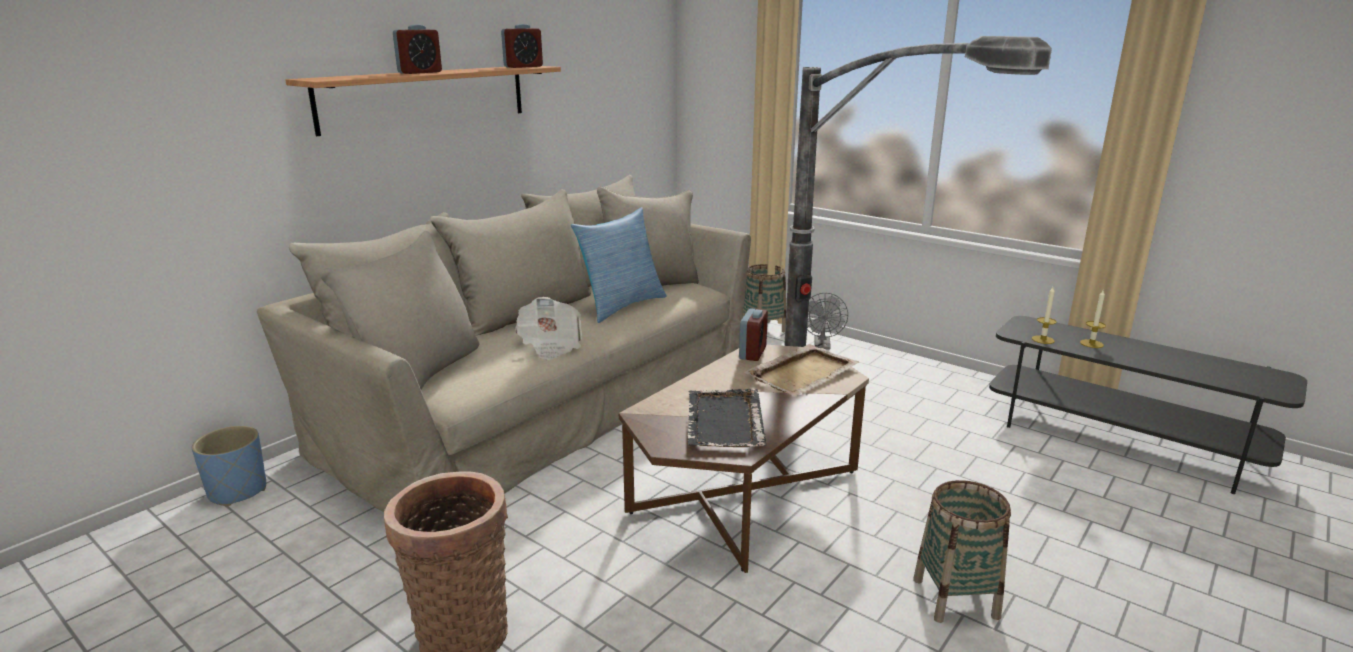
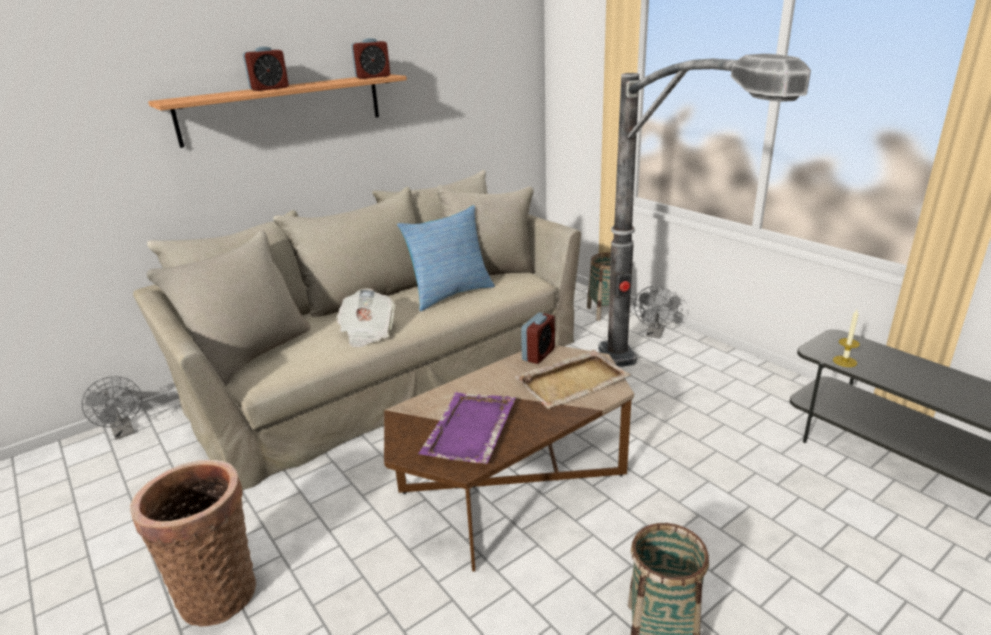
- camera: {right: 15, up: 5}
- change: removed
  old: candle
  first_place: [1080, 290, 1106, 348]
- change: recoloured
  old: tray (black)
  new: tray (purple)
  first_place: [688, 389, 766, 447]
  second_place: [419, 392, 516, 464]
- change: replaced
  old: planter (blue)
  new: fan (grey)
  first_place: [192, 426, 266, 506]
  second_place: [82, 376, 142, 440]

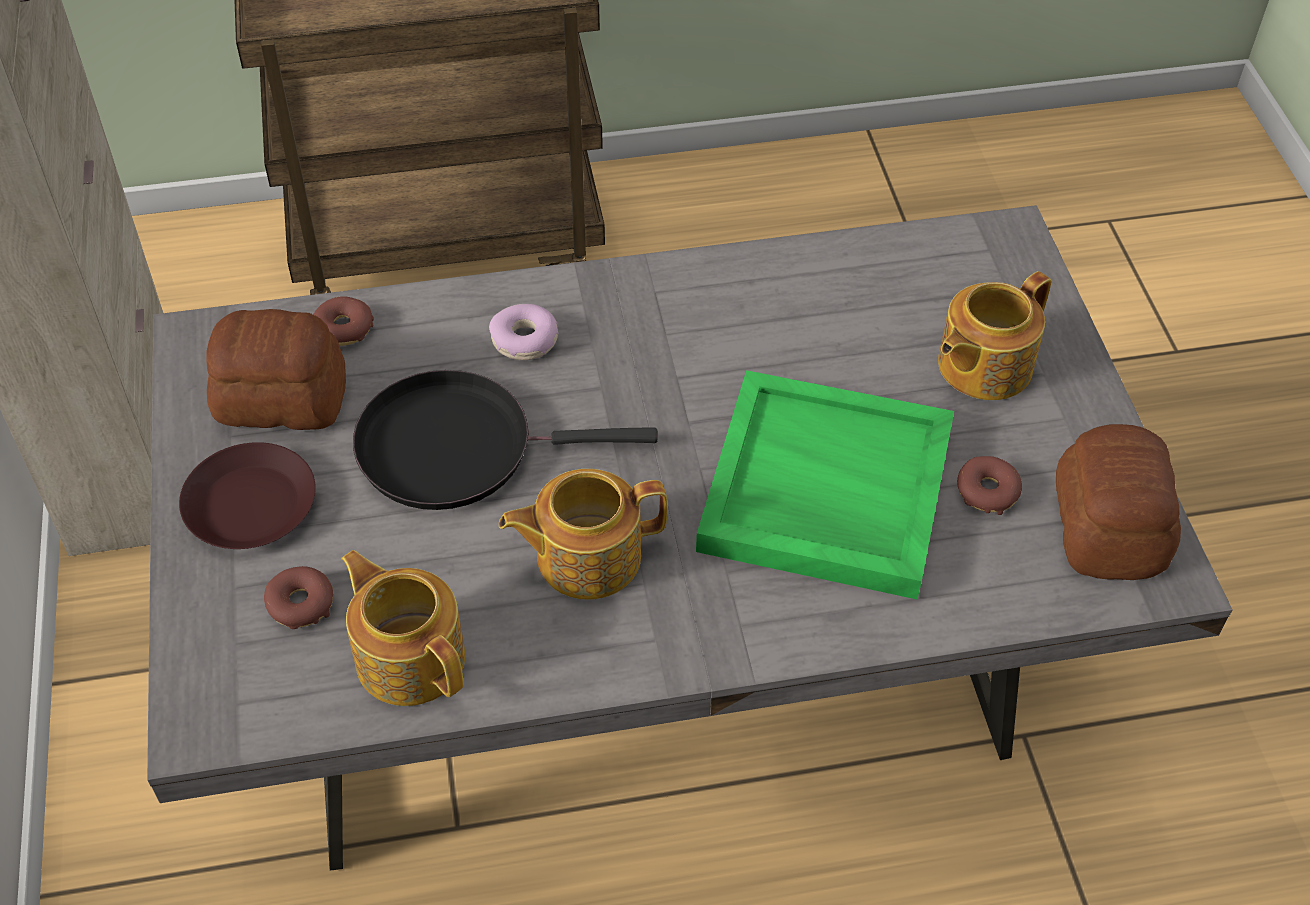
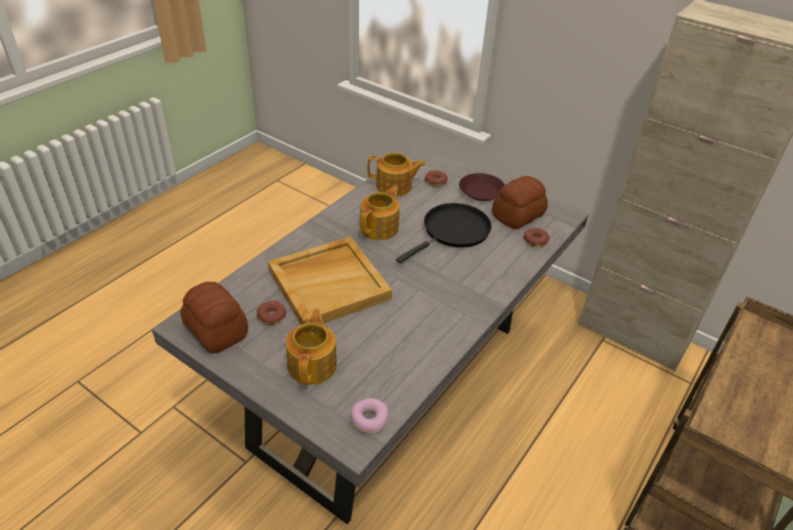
- camera: {right: 135, up: -10}
- change: moved
  old: donut
  first_place: [489, 304, 559, 360]
  second_place: [350, 398, 389, 434]
- change: recoloured
  old: tray (green)
  new: tray (beige)
  first_place: [696, 370, 954, 600]
  second_place: [268, 237, 392, 325]

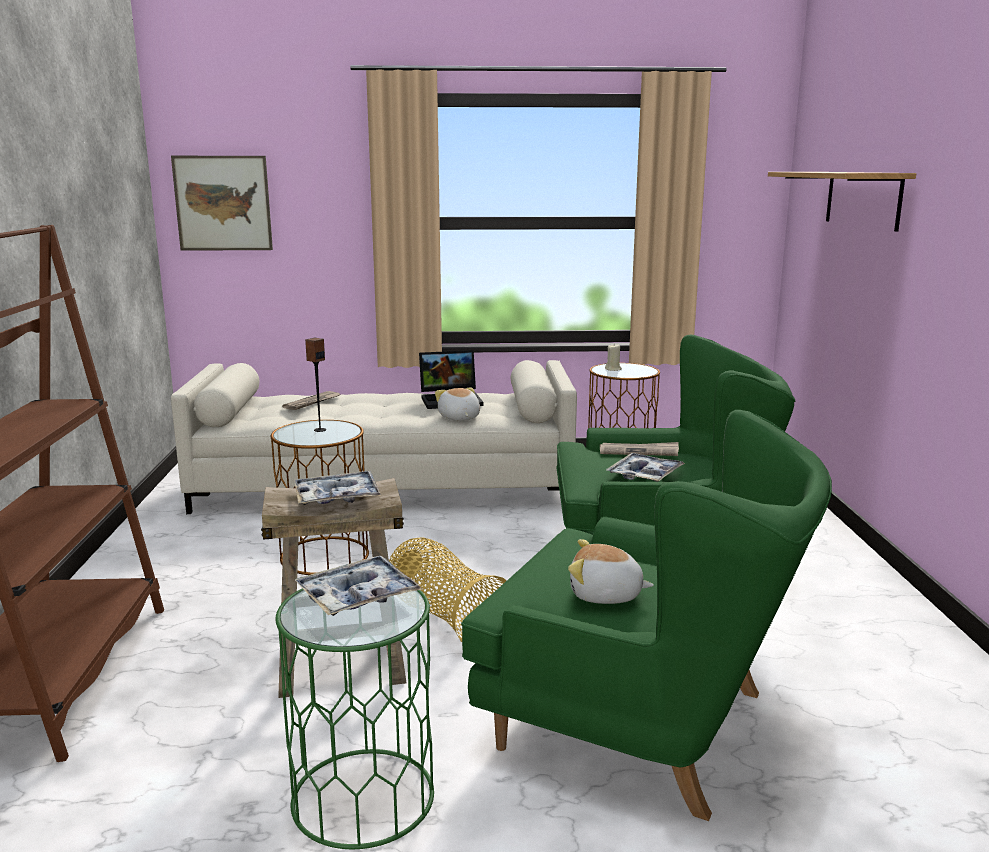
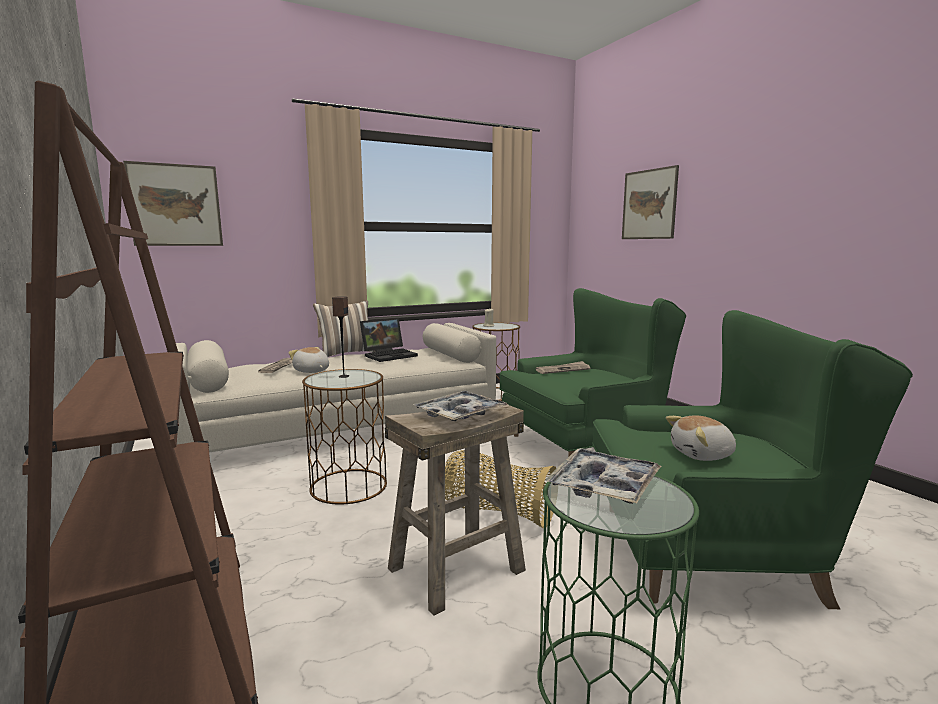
- camera: {right: -25, up: -5}
- change: replaced
  old: shelf
  new: picture
  first_place: [768, 172, 916, 232]
  second_place: [622, 165, 679, 239]
- change: moved
  old: plush toy
  first_place: [435, 388, 480, 421]
  second_place: [288, 347, 329, 373]
- change: removed
  old: tray
  first_place: [606, 453, 685, 482]
- change: added
  new: pillow
  second_place: [313, 300, 376, 357]

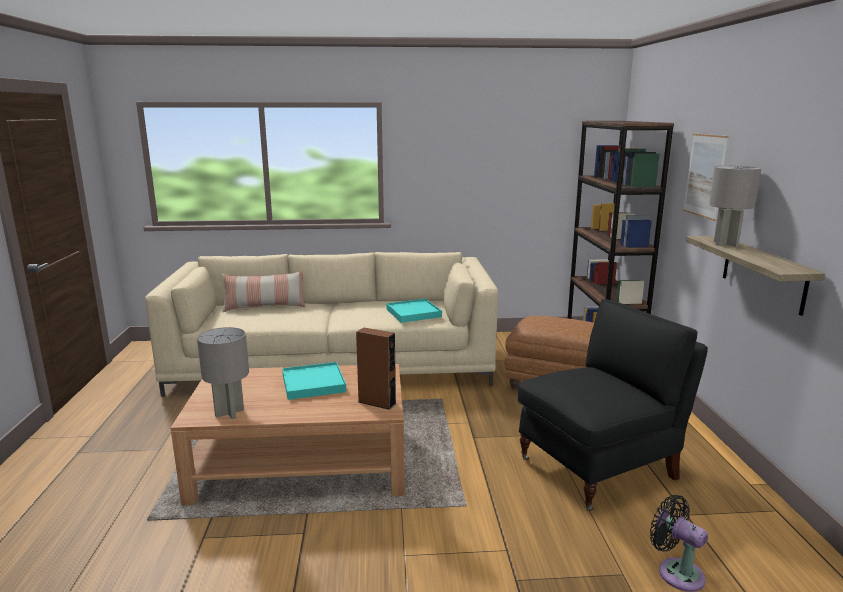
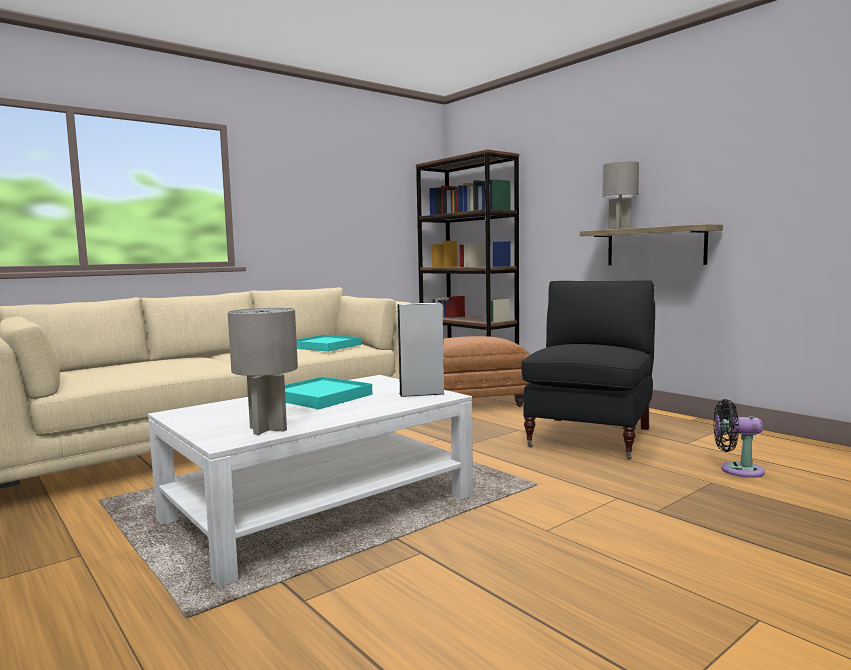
- camera: {right: -35, up: -10}
- change: removed
  old: picture
  first_place: [683, 134, 729, 221]
- change: removed
  old: pillow
  first_place: [221, 270, 305, 312]
- change: recoloured
  old: speaker (brown)
  new: speaker (grey)
  first_place: [356, 327, 397, 410]
  second_place: [397, 303, 444, 397]
- change: recoloured
  old: coffee table (brown)
  new: coffee table (white)
  first_place: [170, 364, 404, 506]
  second_place: [148, 375, 473, 587]

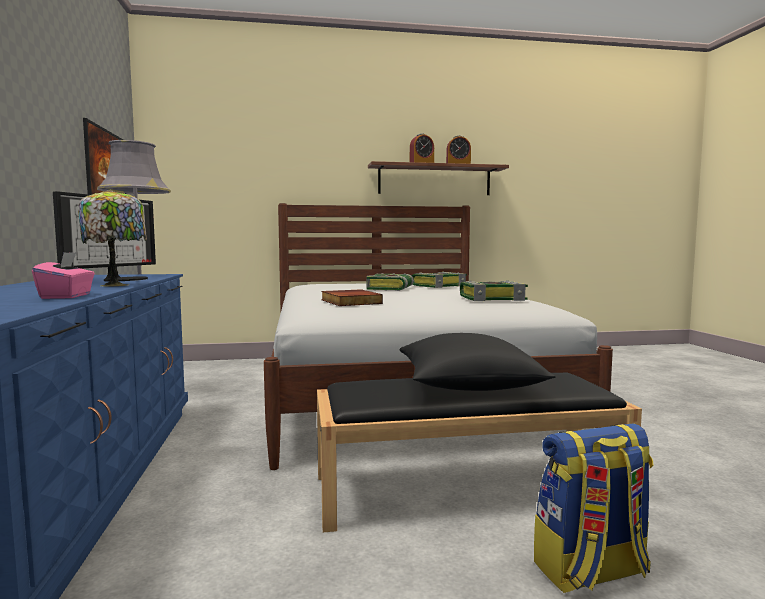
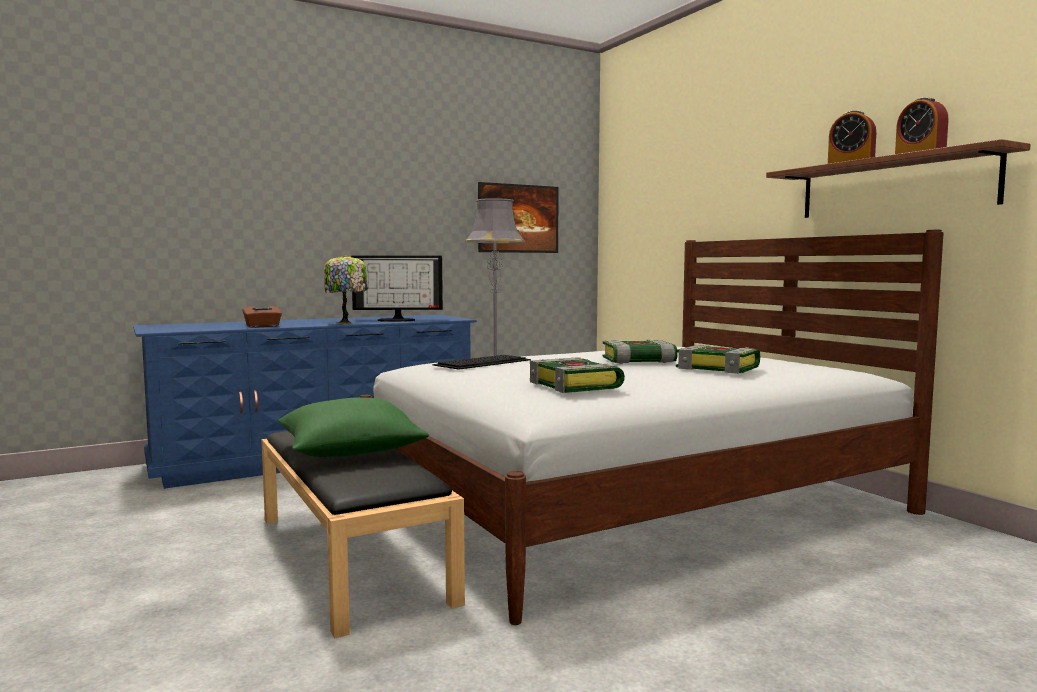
- camera: {right: 70, up: 0}
- change: recoloured
  old: tissue box (pink)
  new: tissue box (brown)
  first_place: [32, 252, 95, 299]
  second_place: [243, 300, 282, 328]
- change: replaced
  old: book
  new: keyboard
  first_place: [321, 289, 383, 306]
  second_place: [433, 355, 531, 370]
- change: recoloured
  old: pillow (black)
  new: pillow (green)
  first_place: [399, 333, 556, 391]
  second_place: [278, 397, 429, 457]
- change: removed
  old: backpack
  first_place: [534, 423, 653, 593]

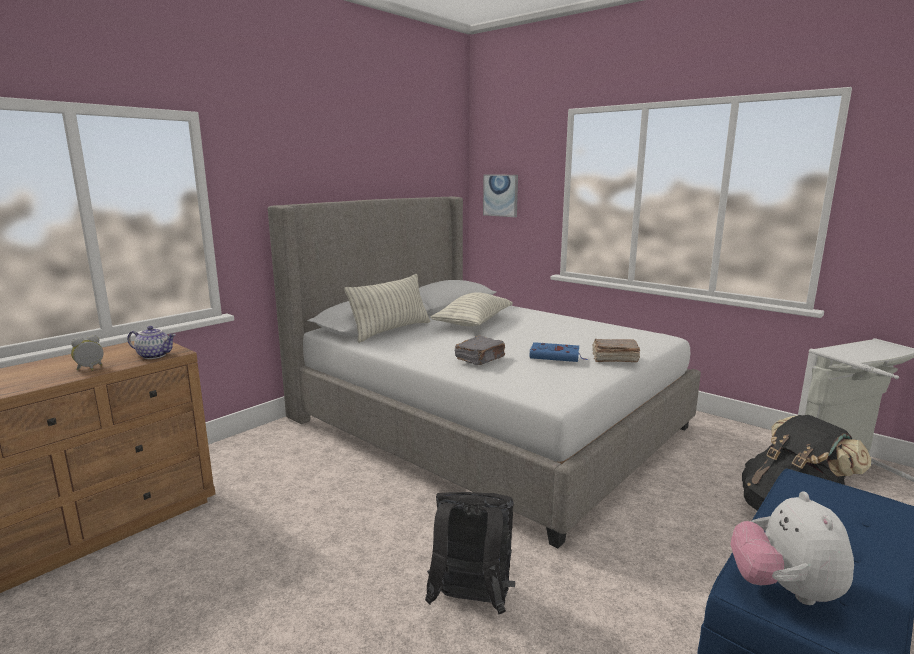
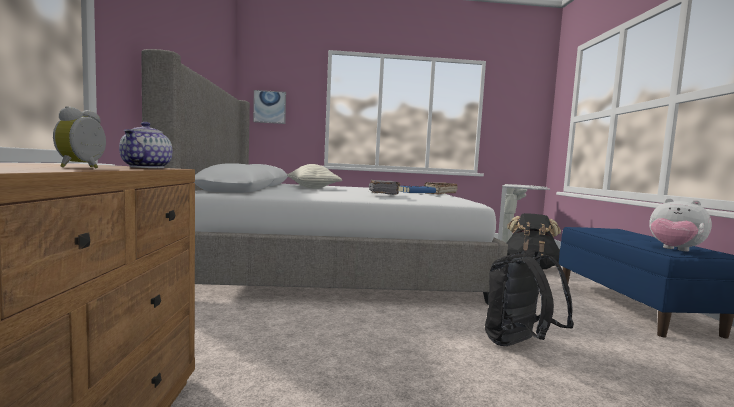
- camera: {right: -45, up: -10}
- change: removed
  old: pillow
  first_place: [344, 274, 430, 343]
- change: turned
  old: teapot
  first_place: [127, 326, 176, 359]
  second_place: [119, 122, 172, 168]
  degrees: 120

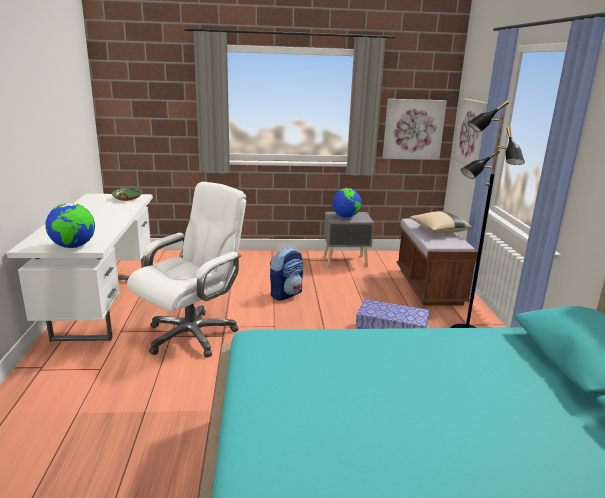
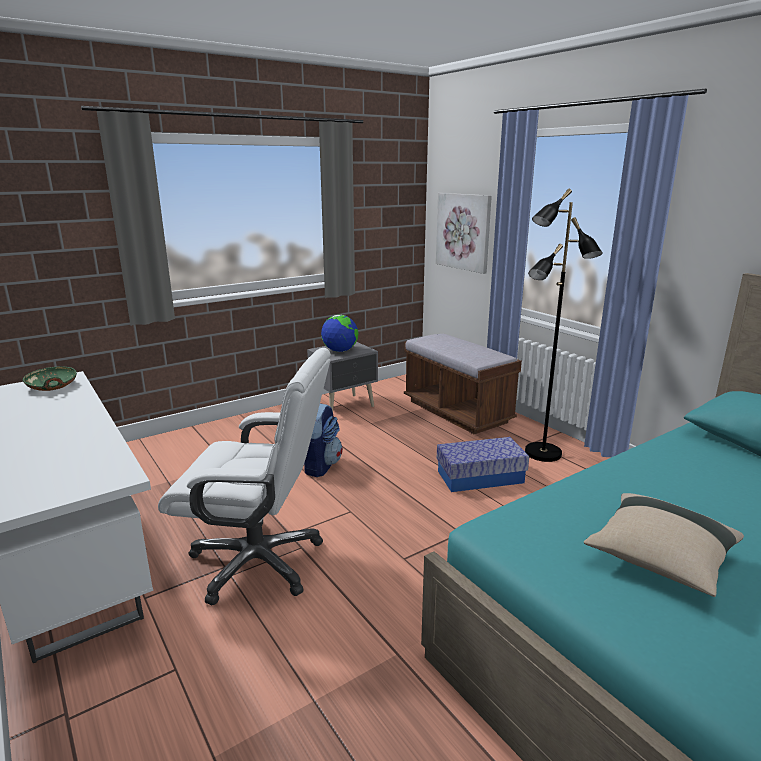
- camera: {right: -30, up: 0}
- change: removed
  old: picture
  first_place: [383, 99, 447, 160]
- change: turned
  old: office chair (white)
  first_place: [127, 182, 246, 357]
  second_place: [158, 348, 331, 605]
  degrees: 90
- change: removed
  old: globe
  first_place: [45, 203, 95, 248]
- change: moved
  old: pillow (beige)
  first_place: [410, 211, 472, 233]
  second_place: [584, 493, 744, 597]

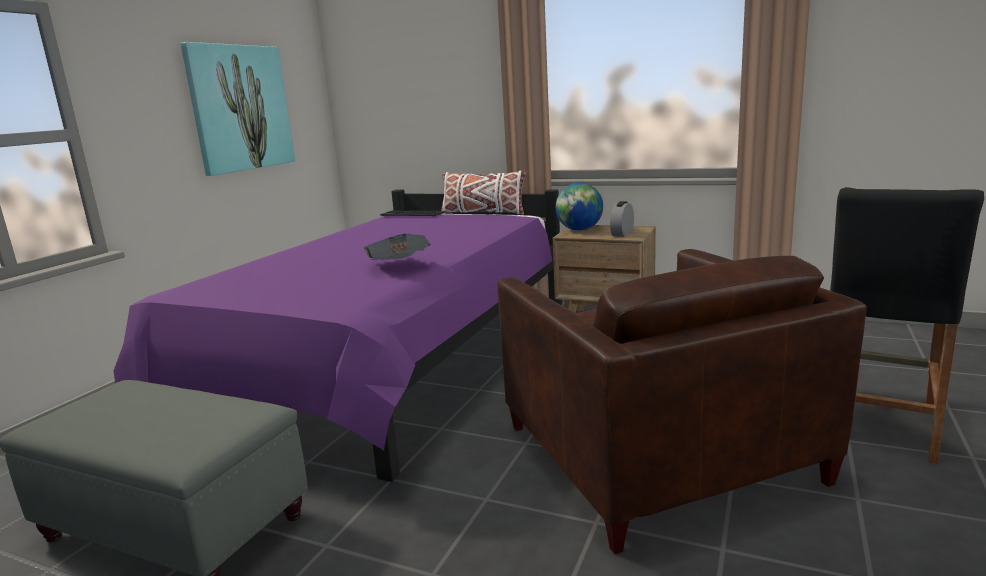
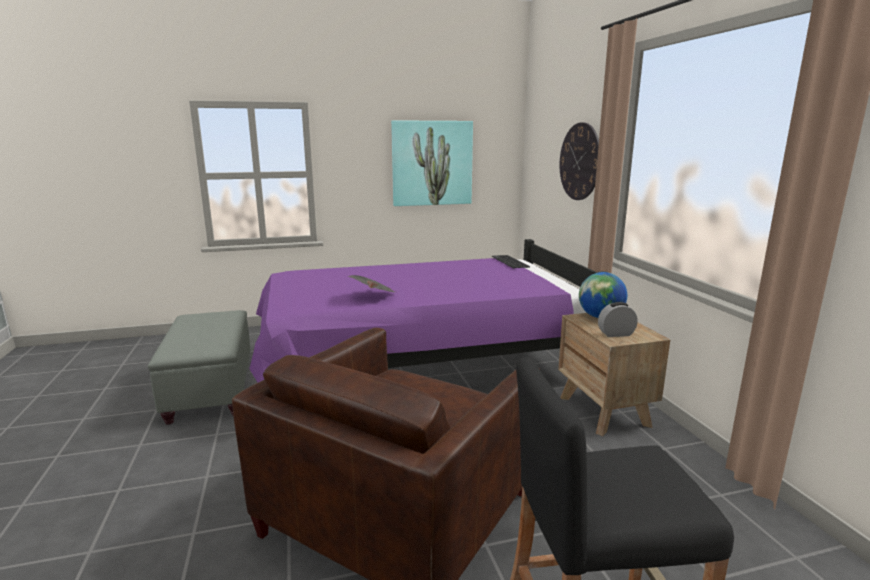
- camera: {right: 50, up: 0}
- change: removed
  old: pillow (white)
  first_place: [441, 170, 526, 215]
- change: added
  new: wall clock
  second_place: [560, 122, 599, 200]

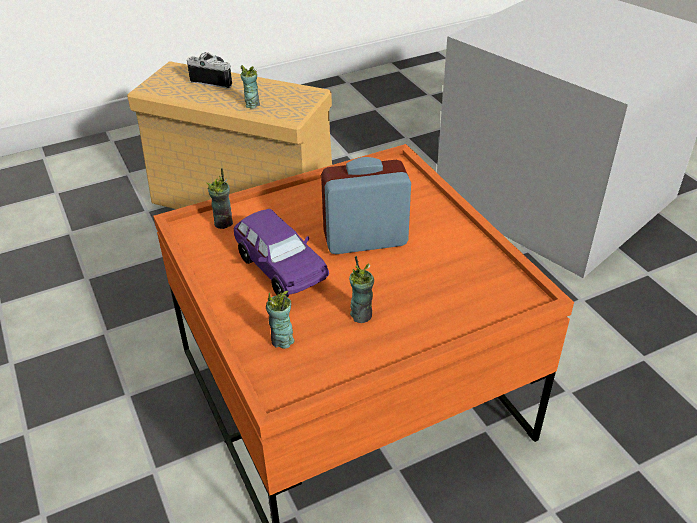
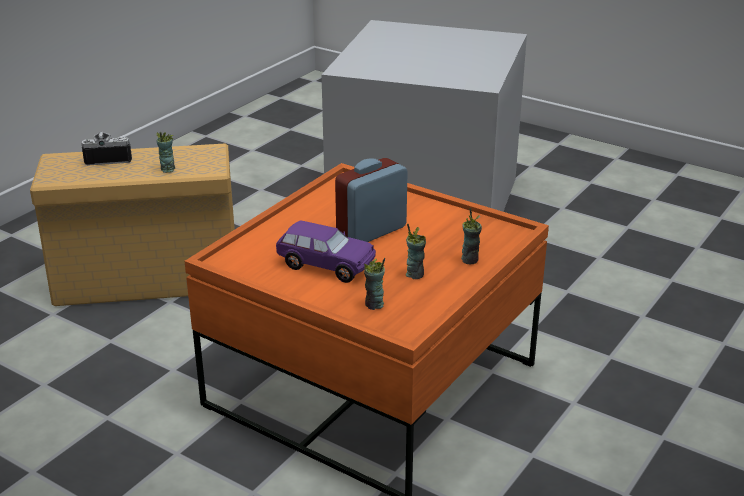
- camera: {right: -30, up: -10}
- change: moved
  old: cup
  first_place: [206, 168, 233, 229]
  second_place: [461, 208, 482, 264]

